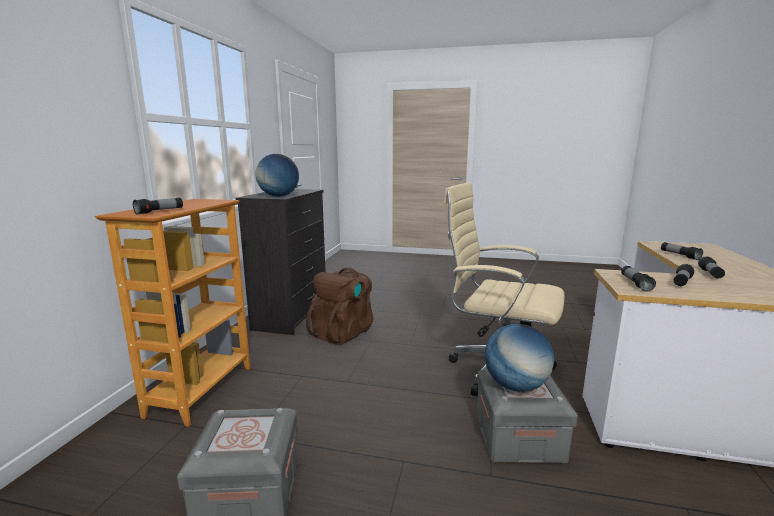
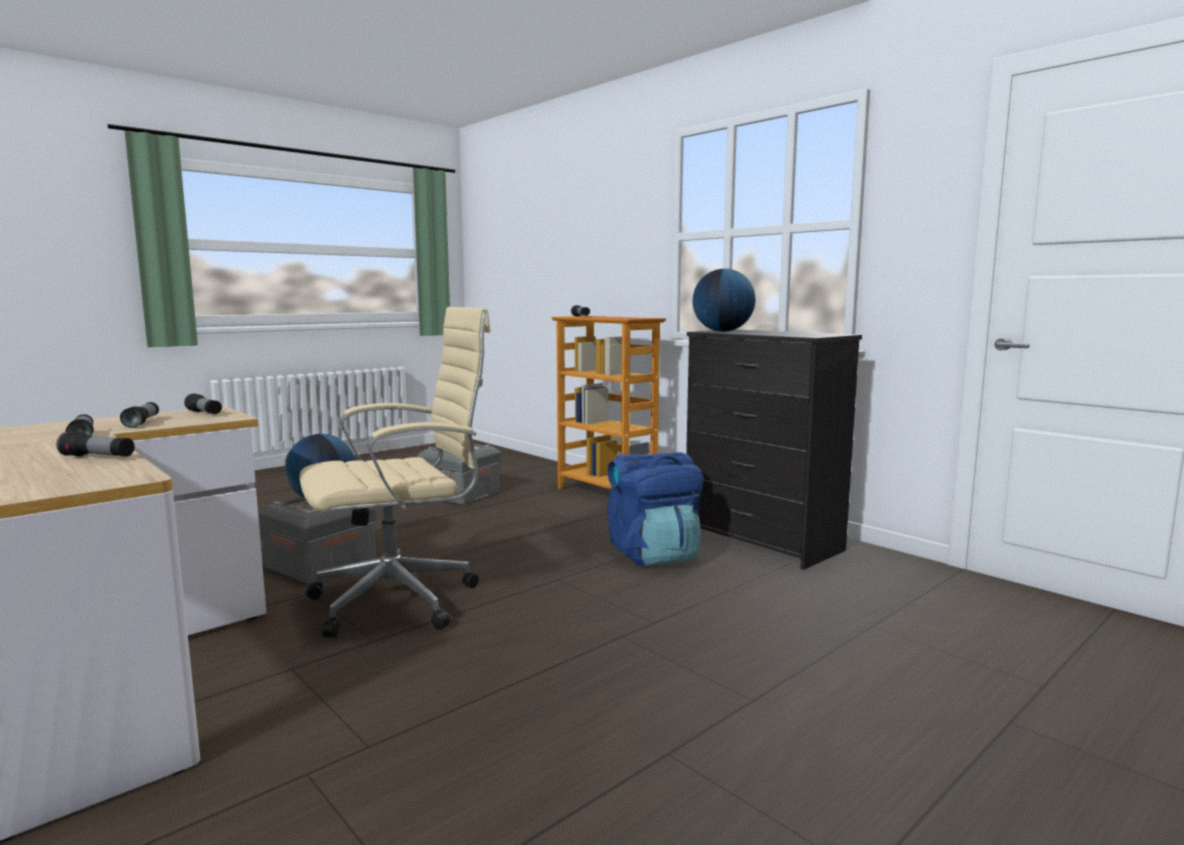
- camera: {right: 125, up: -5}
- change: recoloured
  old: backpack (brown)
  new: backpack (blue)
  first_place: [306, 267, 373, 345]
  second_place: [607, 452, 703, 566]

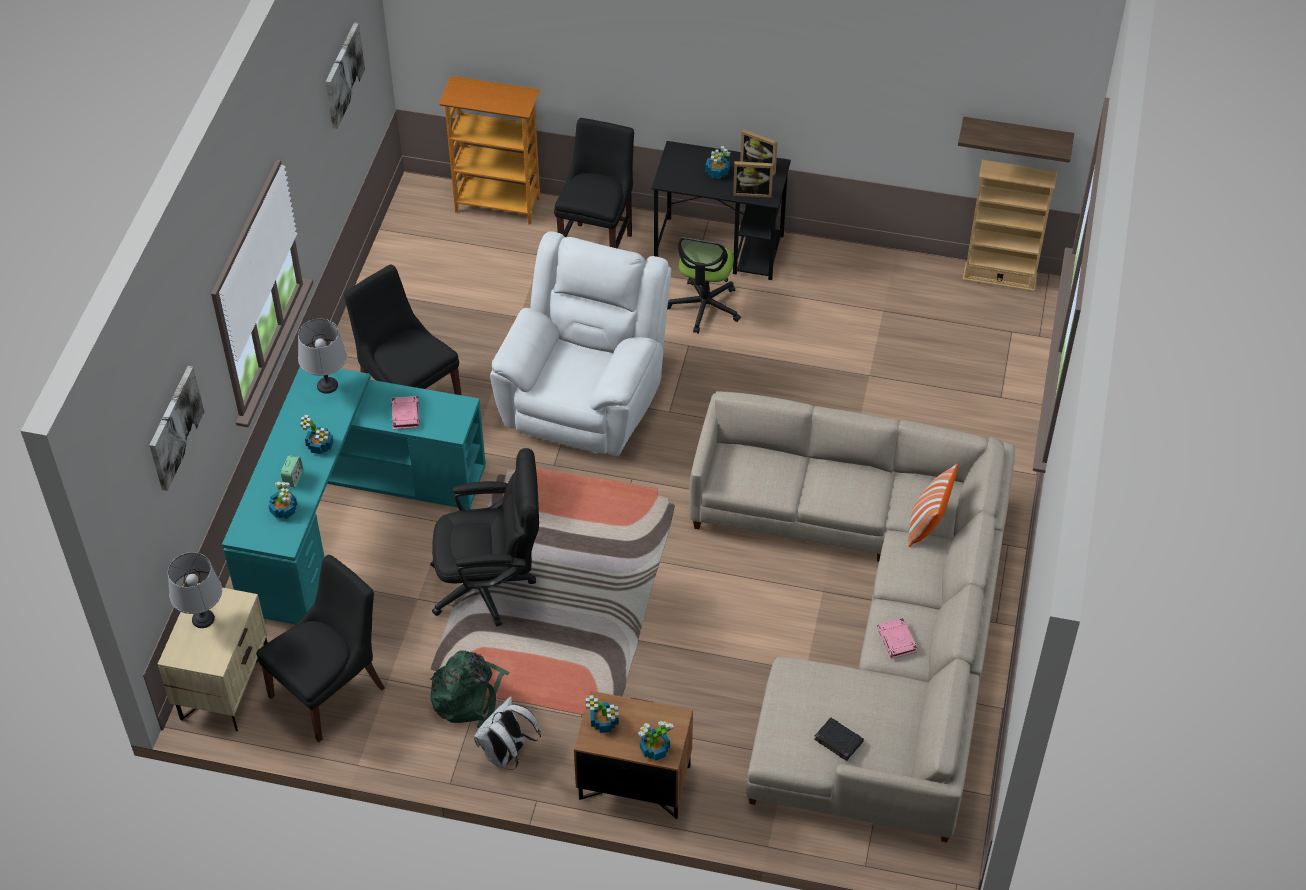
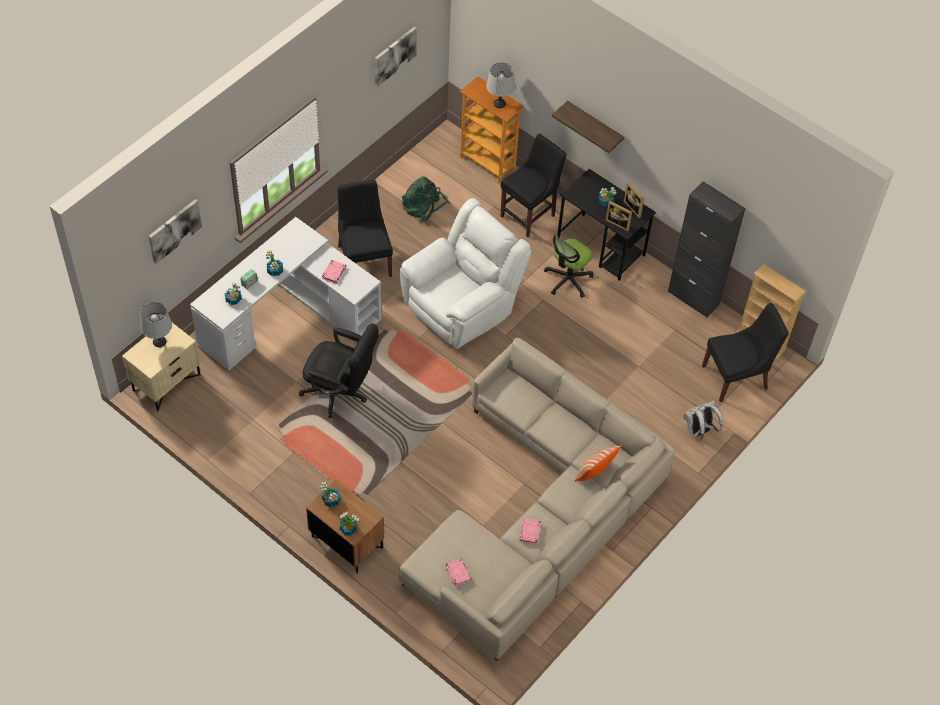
- camera: {right: 25, up: 5}
- change: moved
  old: shelf
  first_place: [958, 117, 1074, 163]
  second_place: [552, 101, 624, 153]
- change: moved
  old: table lamp (grey)
  first_place: [298, 319, 347, 394]
  second_place: [486, 62, 515, 108]
- change: recoloured
  old: desk (turquoise)
  new: desk (white)
  first_place: [222, 367, 486, 624]
  second_place: [190, 217, 381, 372]
- change: moved
  old: chair (black)
  first_place: [256, 555, 385, 742]
  second_place: [702, 303, 789, 402]
- change: moved
  old: backpack (green)
  first_place: [430, 650, 510, 728]
  second_place: [402, 176, 450, 223]
- change: moved
  old: backpack (white)
  first_place: [474, 696, 541, 770]
  second_place: [684, 401, 723, 441]
- change: recoloured
  old: book (black)
  new: book (pink)
  first_place: [814, 717, 864, 761]
  second_place: [445, 558, 472, 587]
- change: added
  new: cabinet (black)
  second_place: [668, 181, 745, 318]

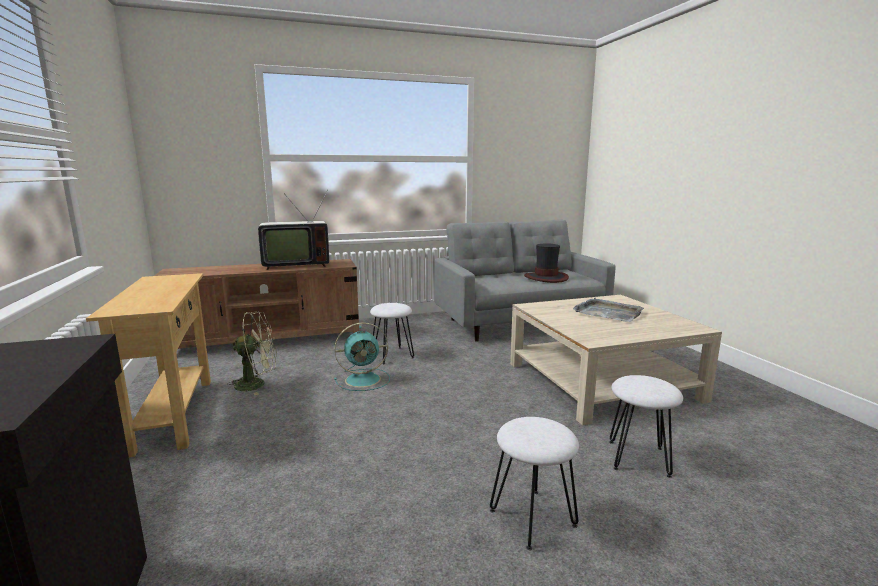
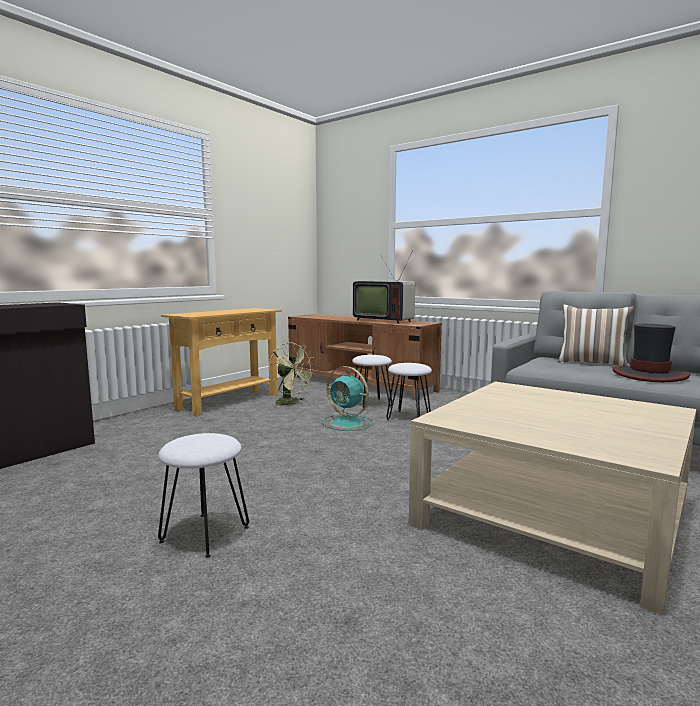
- camera: {right: 55, up: -5}
- change: removed
  old: tray (grey)
  first_place: [573, 298, 644, 322]
- change: moved
  old: stool (white)
  first_place: [609, 375, 683, 478]
  second_place: [352, 355, 392, 408]
- change: added
  new: pillow
  second_place: [558, 304, 634, 366]

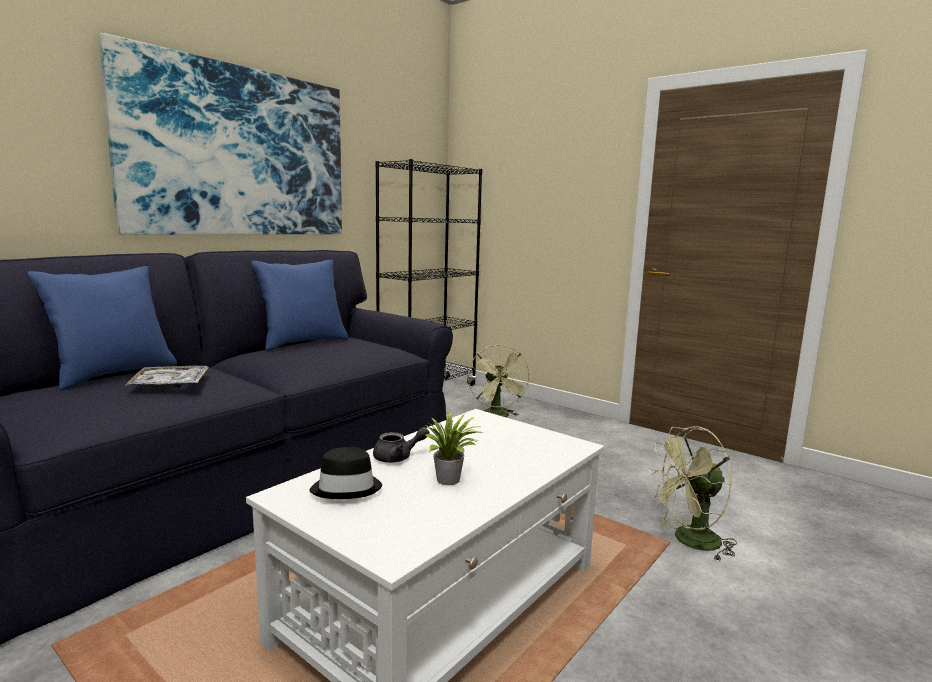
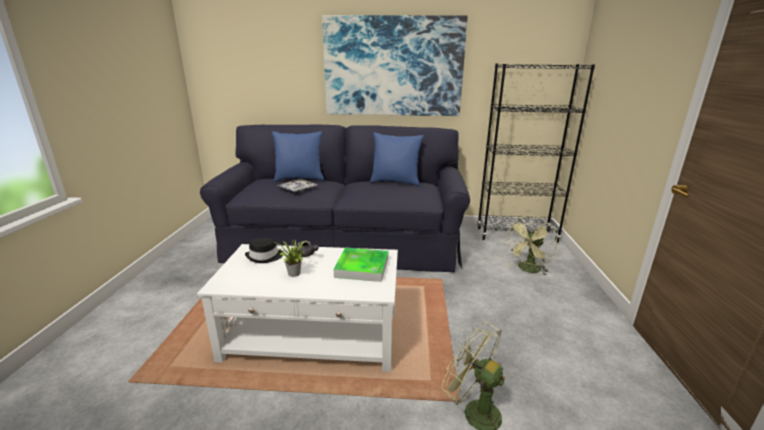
- camera: {right: 55, up: 10}
- change: added
  new: tray
  second_place: [334, 247, 388, 282]

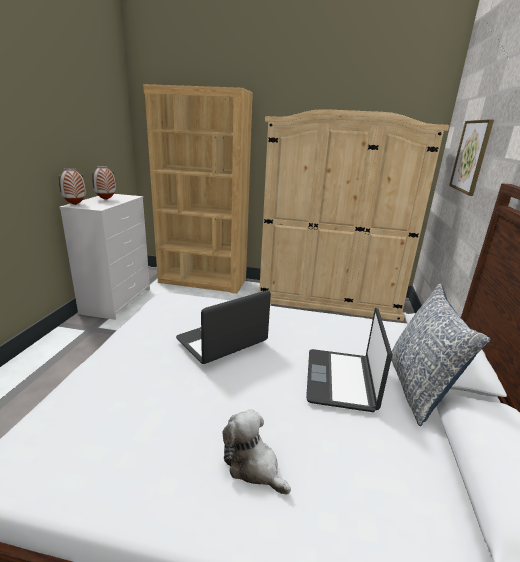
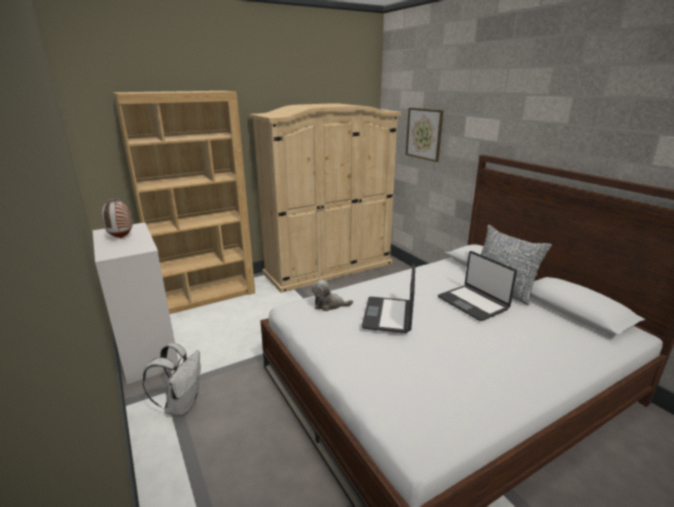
- camera: {right: -40, up: 0}
- change: removed
  old: vase
  first_place: [58, 168, 86, 205]
- change: moved
  old: plush toy
  first_place: [222, 409, 291, 495]
  second_place: [312, 279, 353, 311]
- change: added
  new: backpack (white)
  second_place: [143, 343, 201, 416]

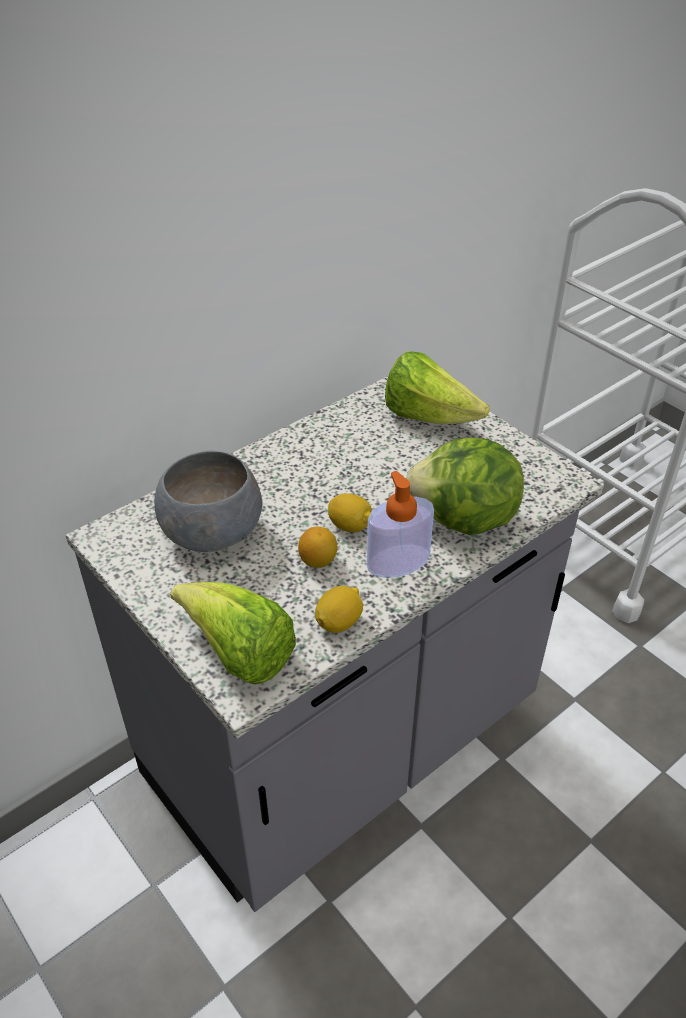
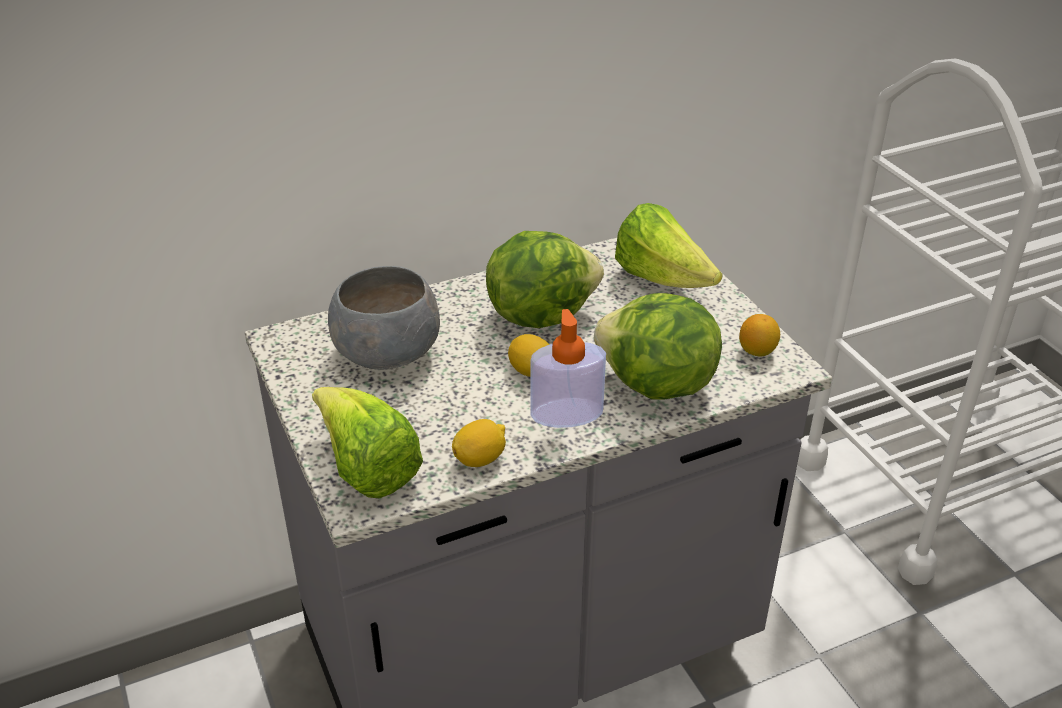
- camera: {right: 15, up: -5}
- change: moved
  old: lemon
  first_place: [298, 527, 337, 568]
  second_place: [739, 314, 780, 357]
- change: added
  new: lettuce
  second_place: [486, 231, 604, 328]

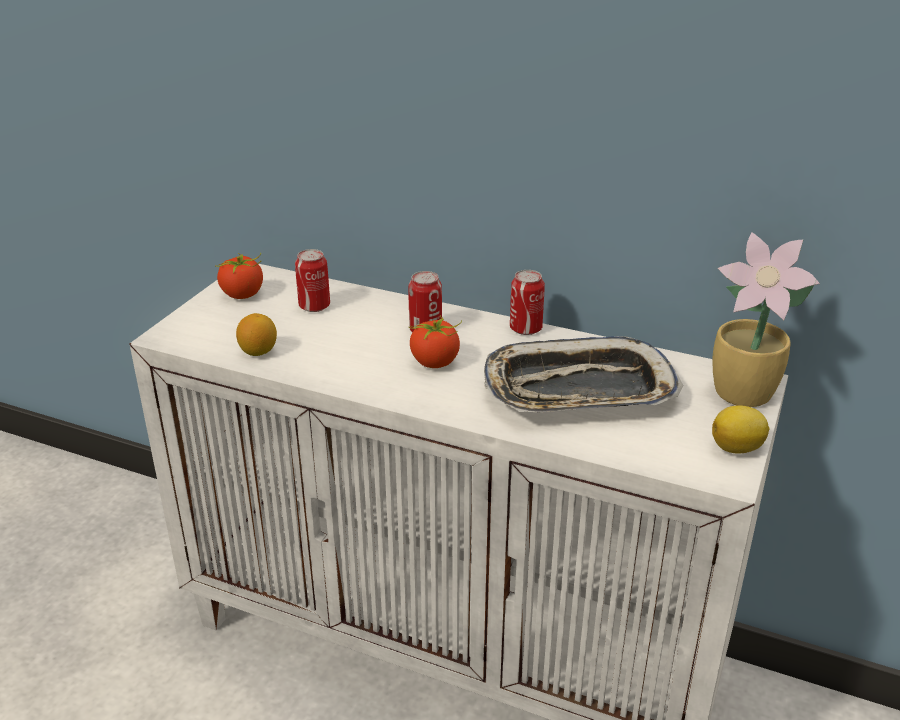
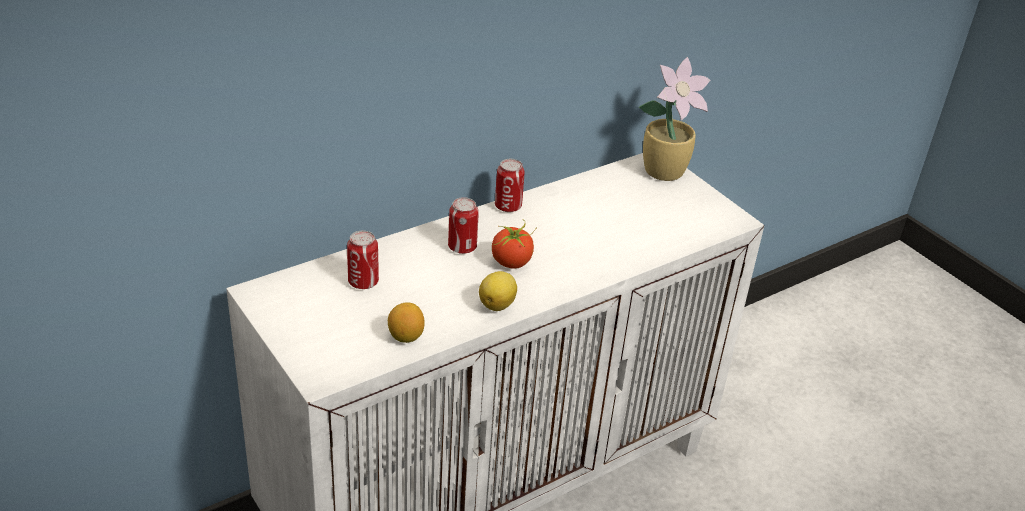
- camera: {right: -60, up: 5}
- change: removed
  old: tomato
  first_place: [215, 252, 263, 299]
- change: removed
  old: tray
  first_place: [484, 336, 684, 412]
- change: moved
  old: lemon
  first_place: [712, 405, 770, 453]
  second_place: [479, 271, 517, 311]

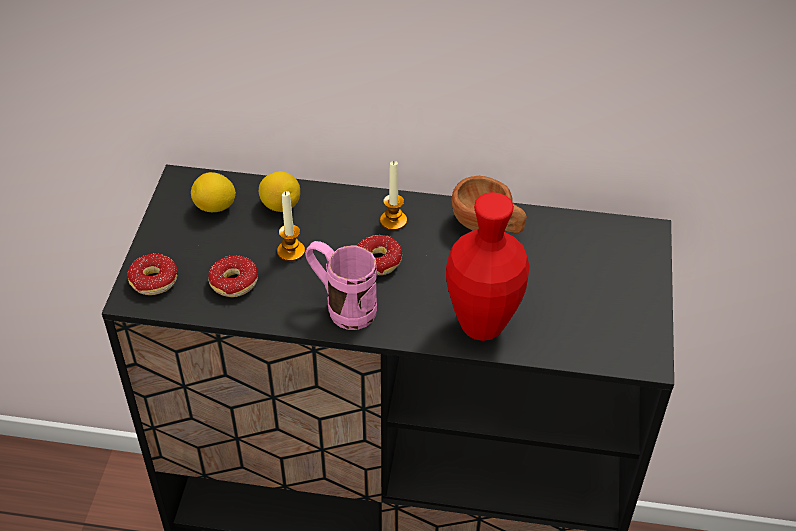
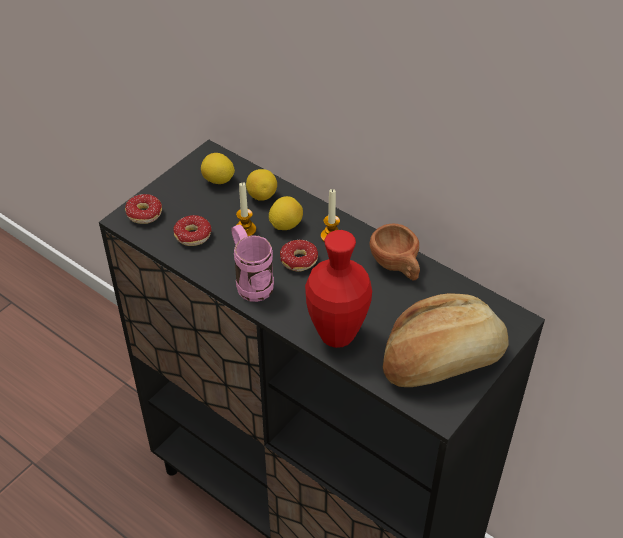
- camera: {right: 30, up: 0}
- change: added
  new: lemon
  second_place: [269, 196, 303, 230]
- change: added
  new: bread
  second_place: [383, 293, 509, 387]

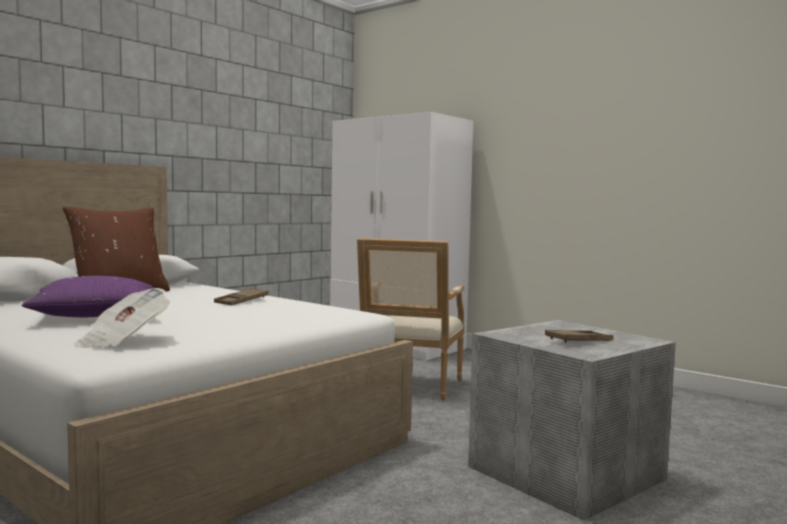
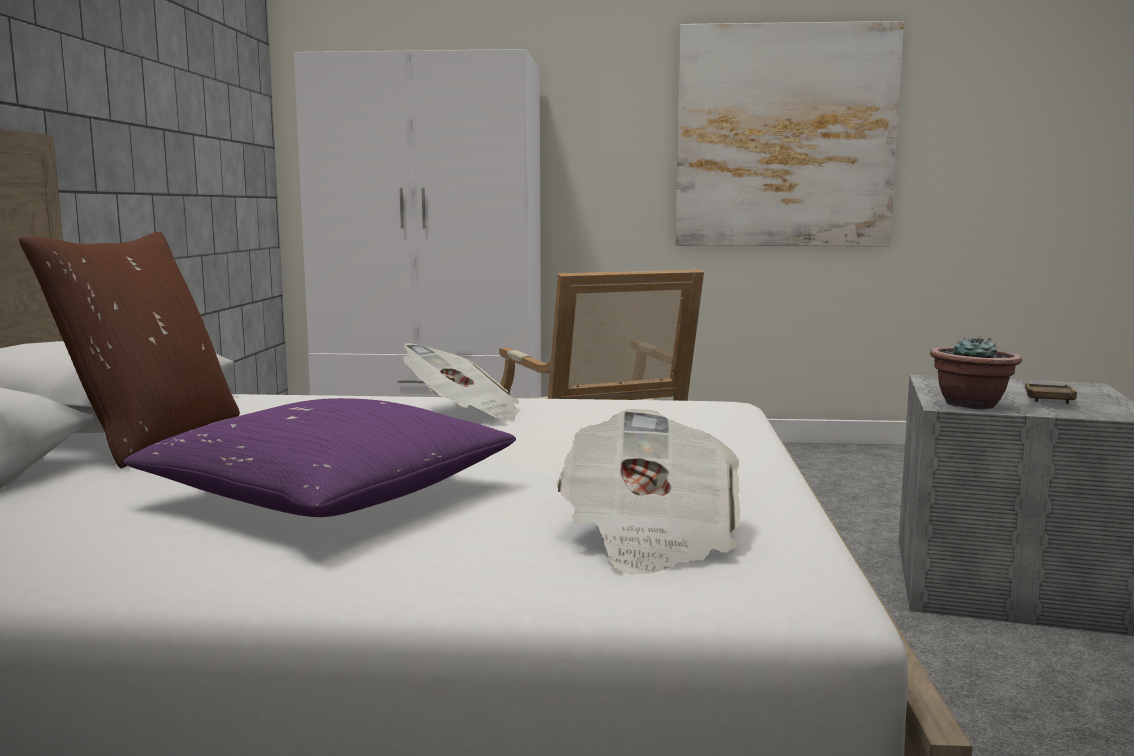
- camera: {right: -35, up: 5}
- change: replaced
  old: tray (brown)
  new: newspaper
  first_place: [214, 288, 269, 305]
  second_place: [403, 343, 519, 422]
- change: added
  new: picture
  second_place: [675, 21, 904, 246]
- change: added
  new: potted plant
  second_place: [930, 336, 1022, 409]

